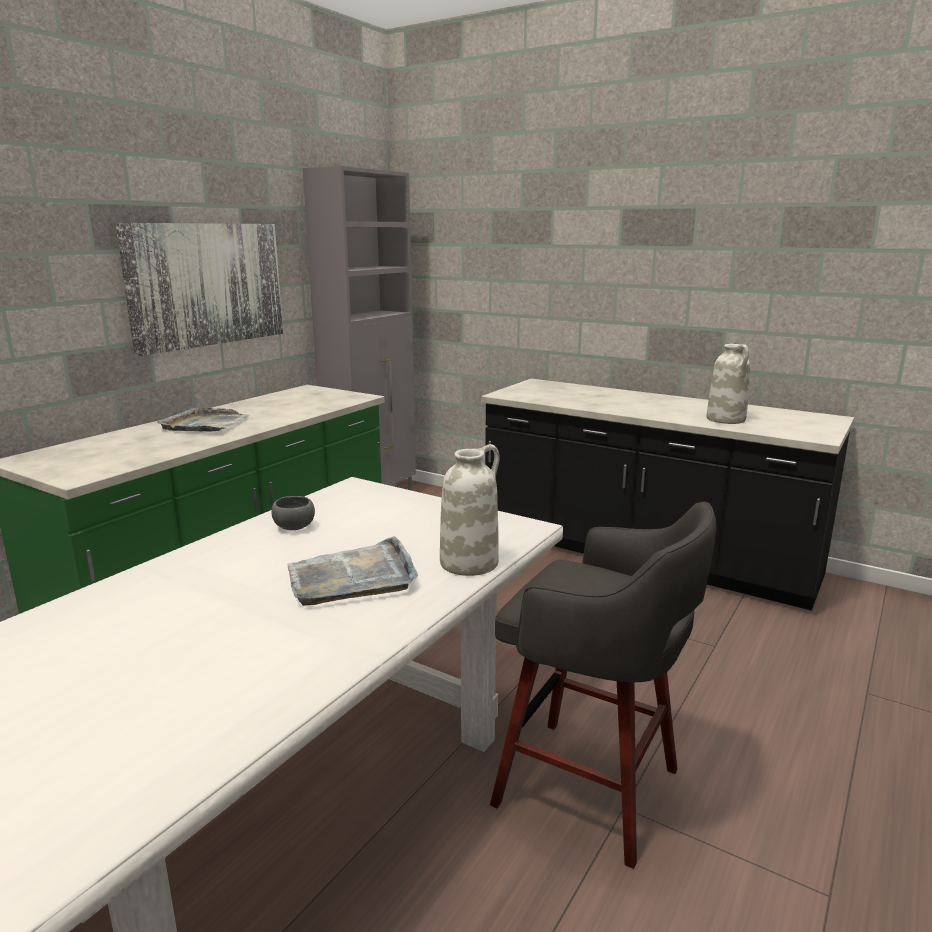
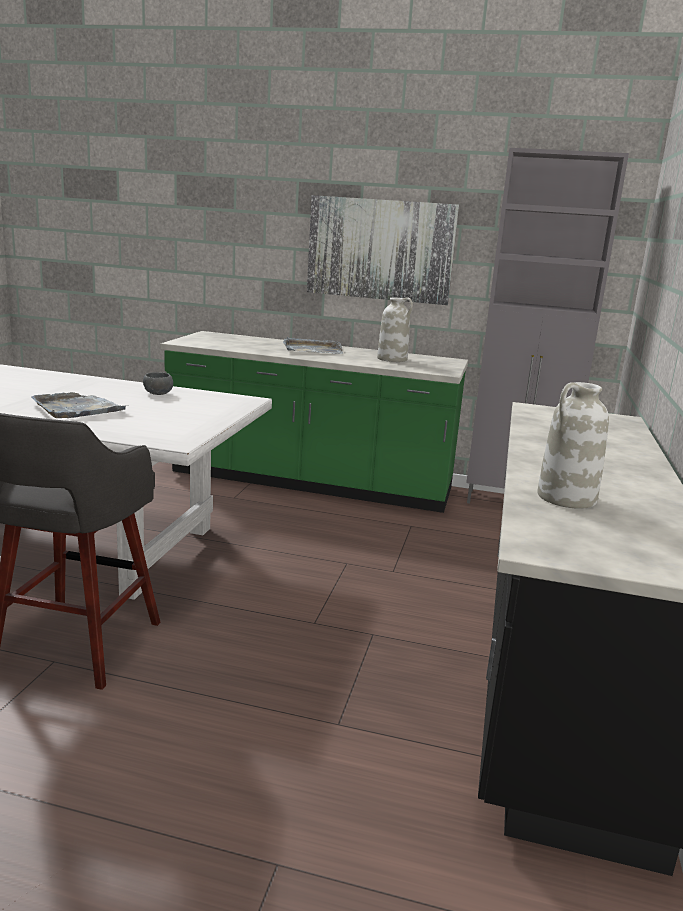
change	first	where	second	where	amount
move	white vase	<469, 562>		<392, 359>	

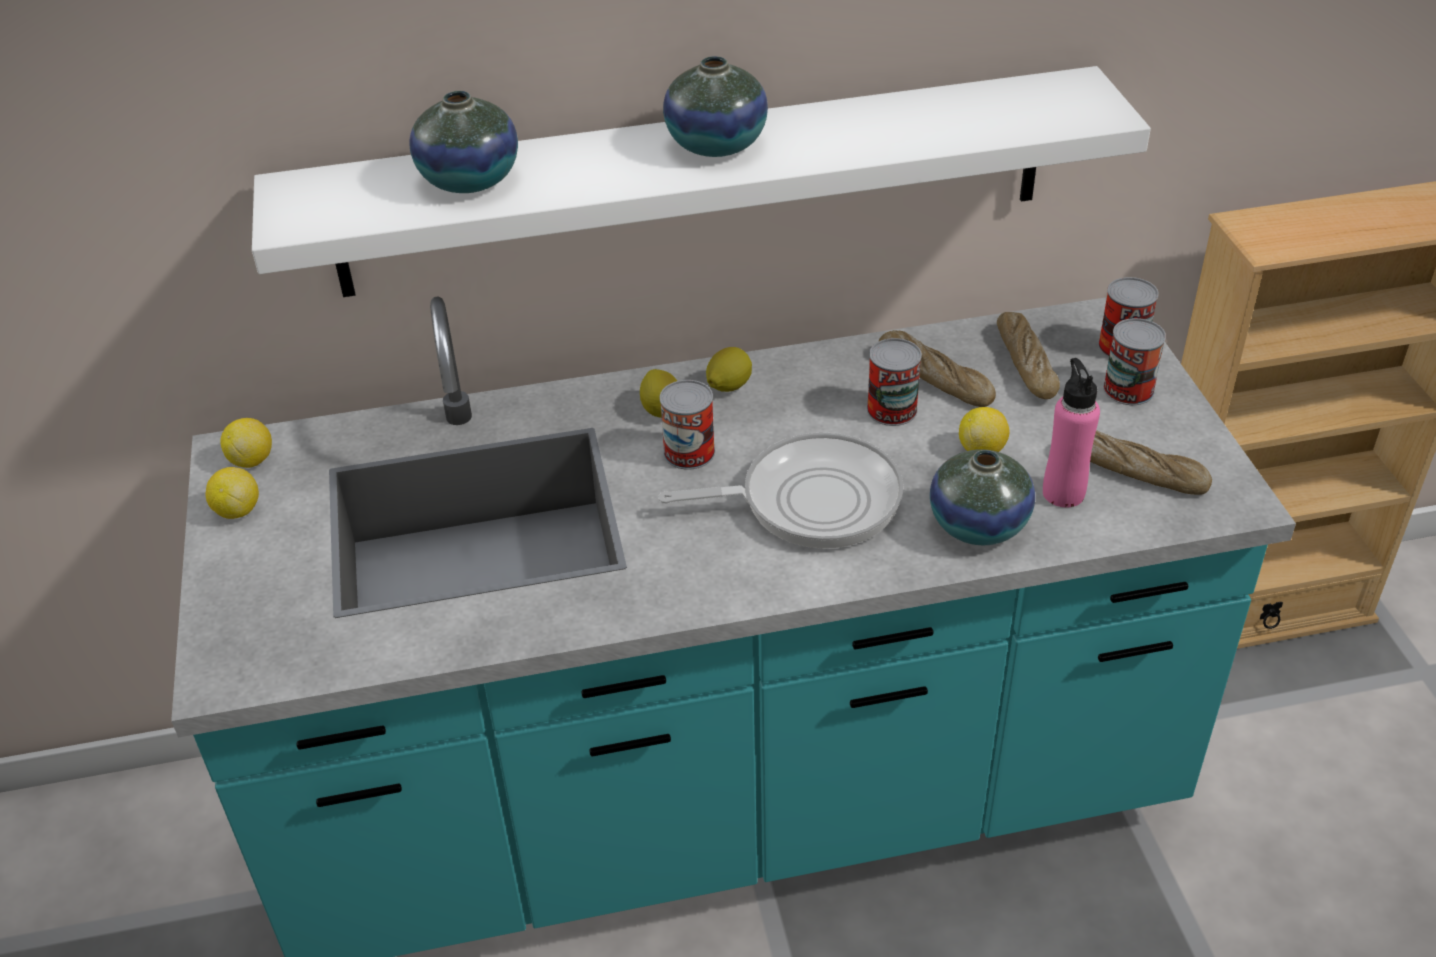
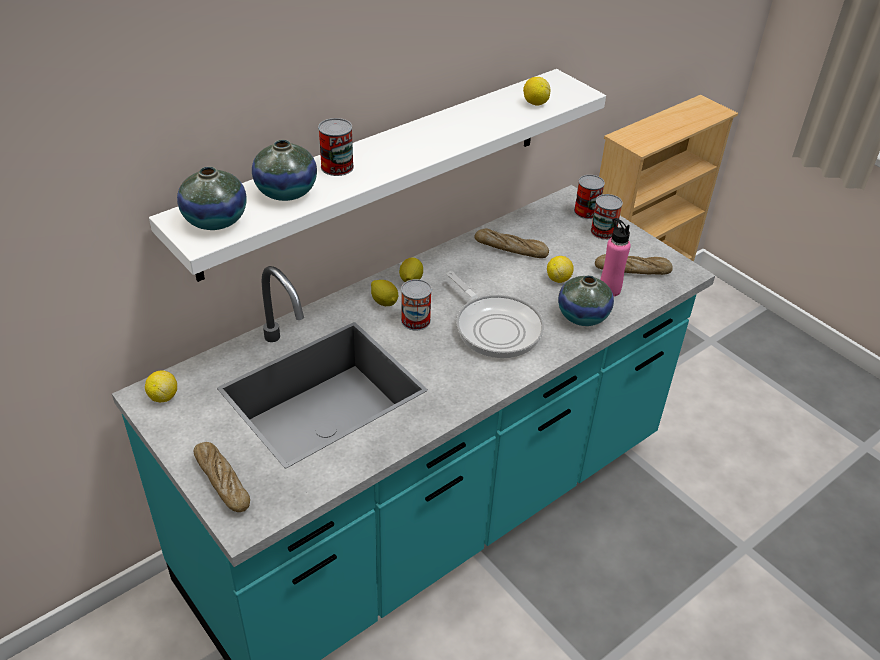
change	first	where	second	where	amount
move	lemon	<237, 510>		<535, 103>	
rotate	frying pan	<810, 500>		<495, 327>	90 degrees clockwise
move	vase	<716, 144>		<215, 220>	
move	can	<892, 409>		<337, 167>	
move	bread	<1025, 364>		<222, 481>	

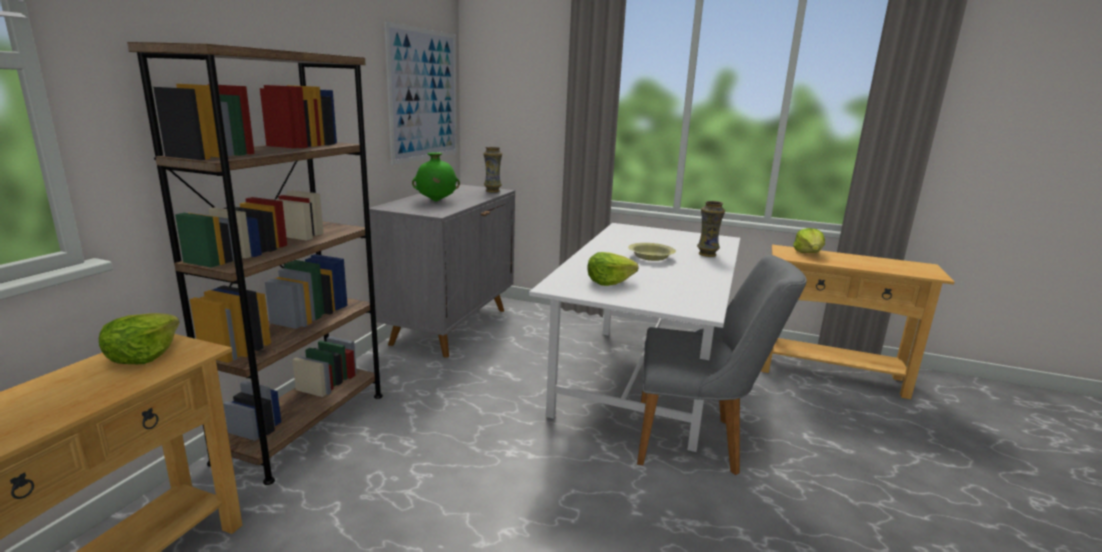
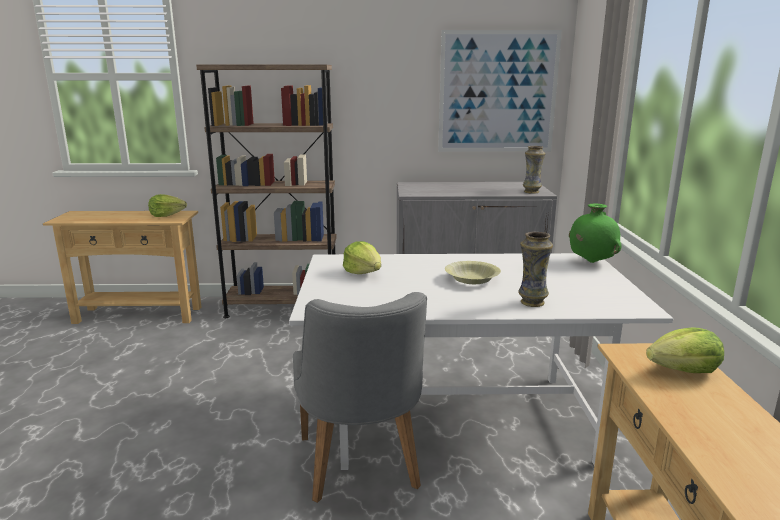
change	first	where	second	where	amount
move	green vase	<436, 201>		<591, 262>	

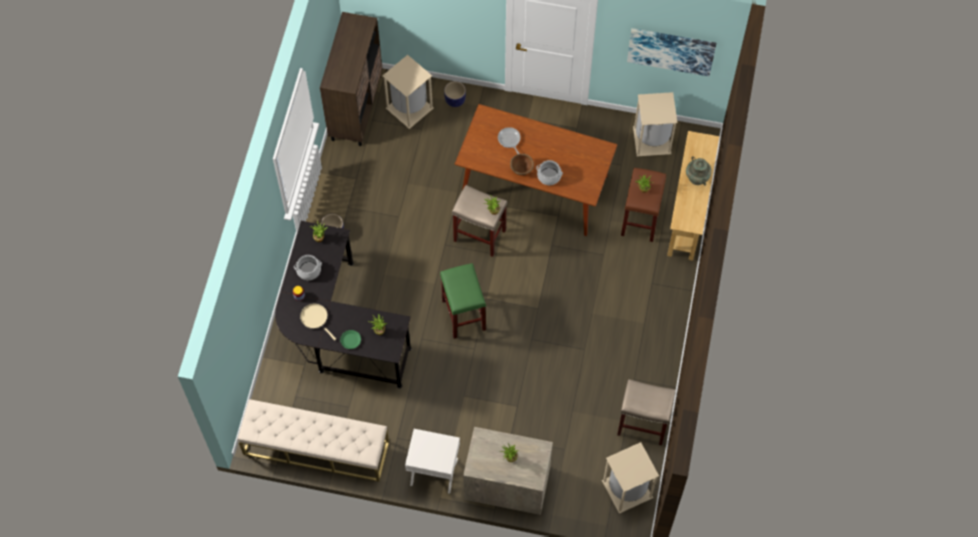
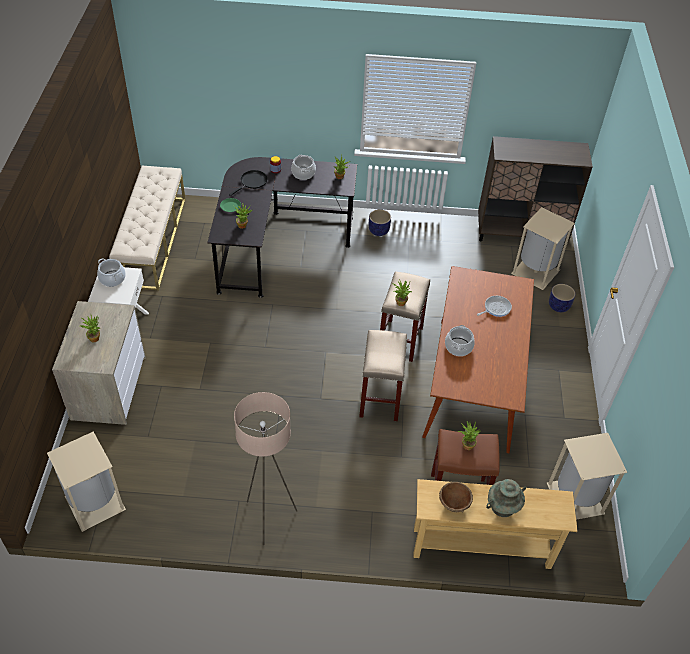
change	first	where	second	where	amount
recolor	beige frying pan	<315, 318>	black frying pan	<252, 182>	
delete	green stool	<464, 315>			
move	brown bowl	<522, 169>		<454, 505>	
move	beige stool	<642, 424>		<380, 398>	
delete	picture	<671, 50>			
insert			cooking pot	<112, 279>	
insert			beige floor lamp	<269, 518>	

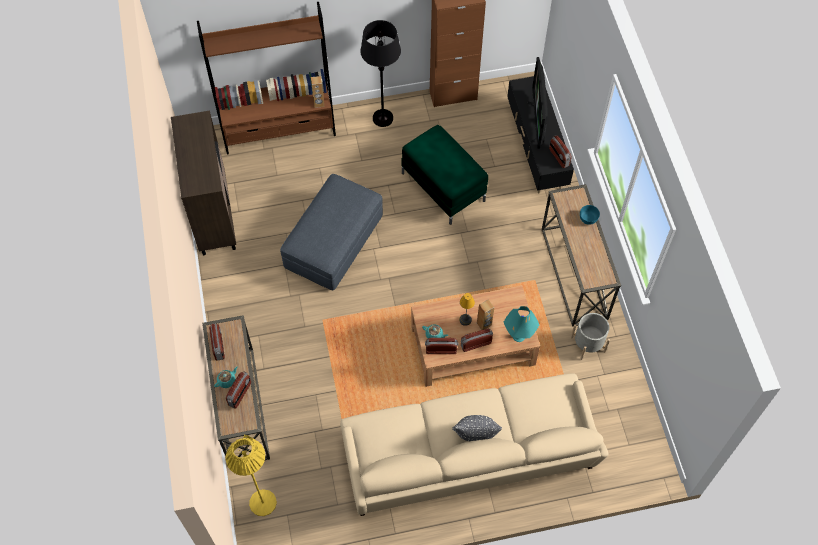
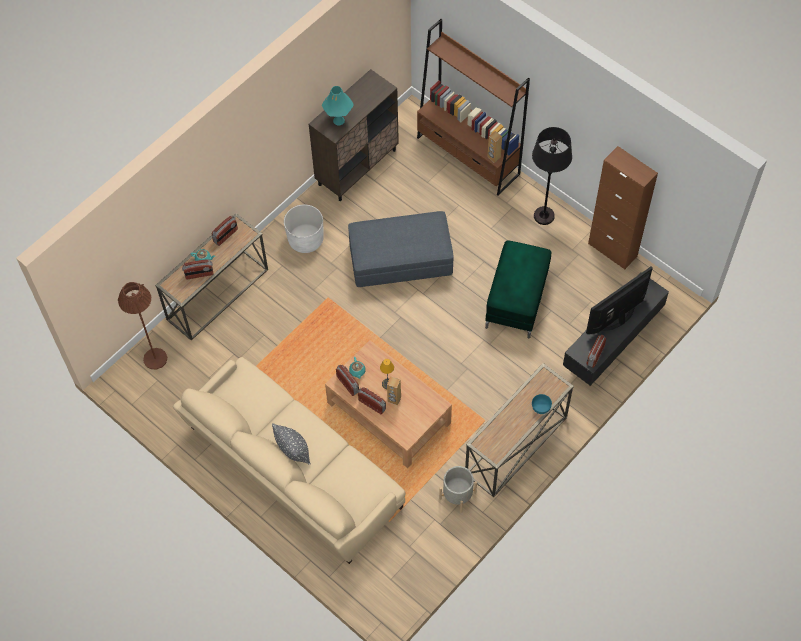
change	first	where	second	where	amount
recolor	yellow floor lamp	<263, 503>	brown floor lamp	<155, 359>	
move	turquoise table lamp	<518, 336>		<338, 120>	
insert			white planter	<305, 240>	

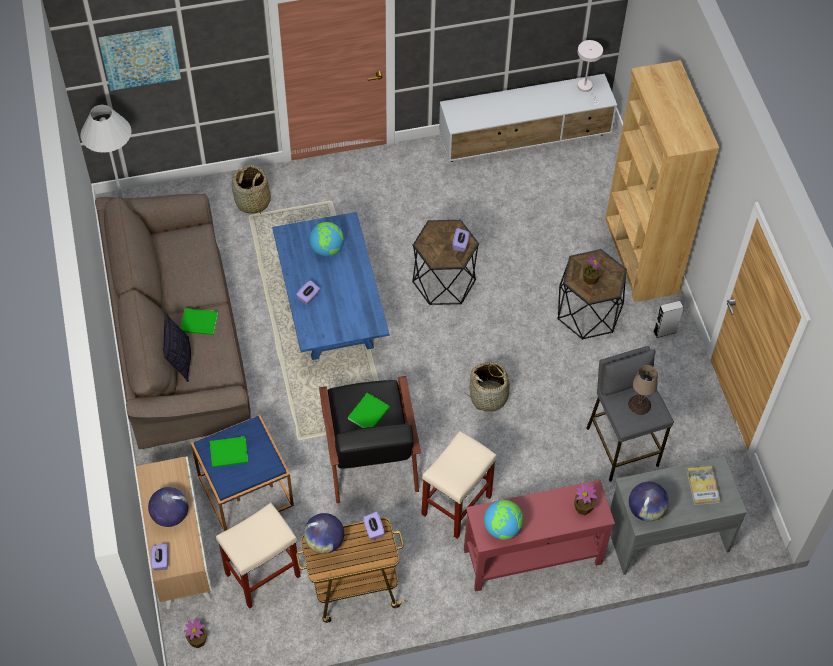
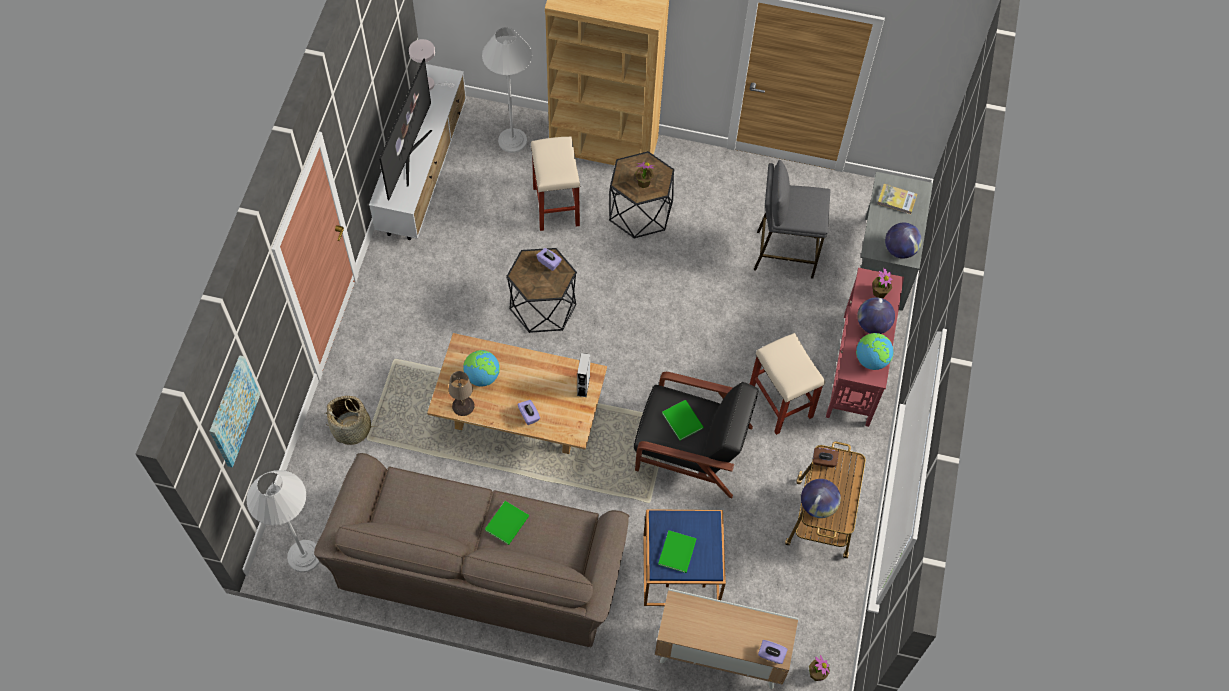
change	first	where	second	where	amount
move	globe	<170, 515>		<872, 324>	
delete	pillow	<180, 360>			
move	beige stool	<263, 574>		<555, 206>	
recolor	blue coffee table	<331, 308>	beige coffee table	<519, 413>	
recolor	purple tissue box	<373, 530>	brown tissue box	<824, 461>	
delete	basket	<489, 397>			
move	beige table lamp	<640, 405>		<463, 405>	
move	grey speaker	<664, 331>		<583, 386>	
insert			television	<409, 155>	
insert			white floor lamp	<512, 140>	

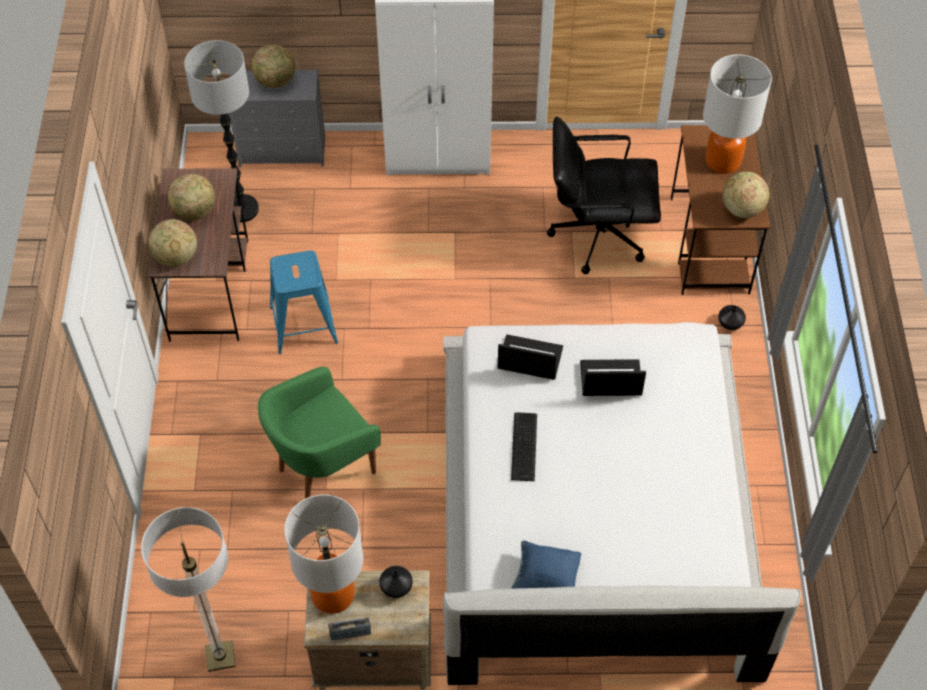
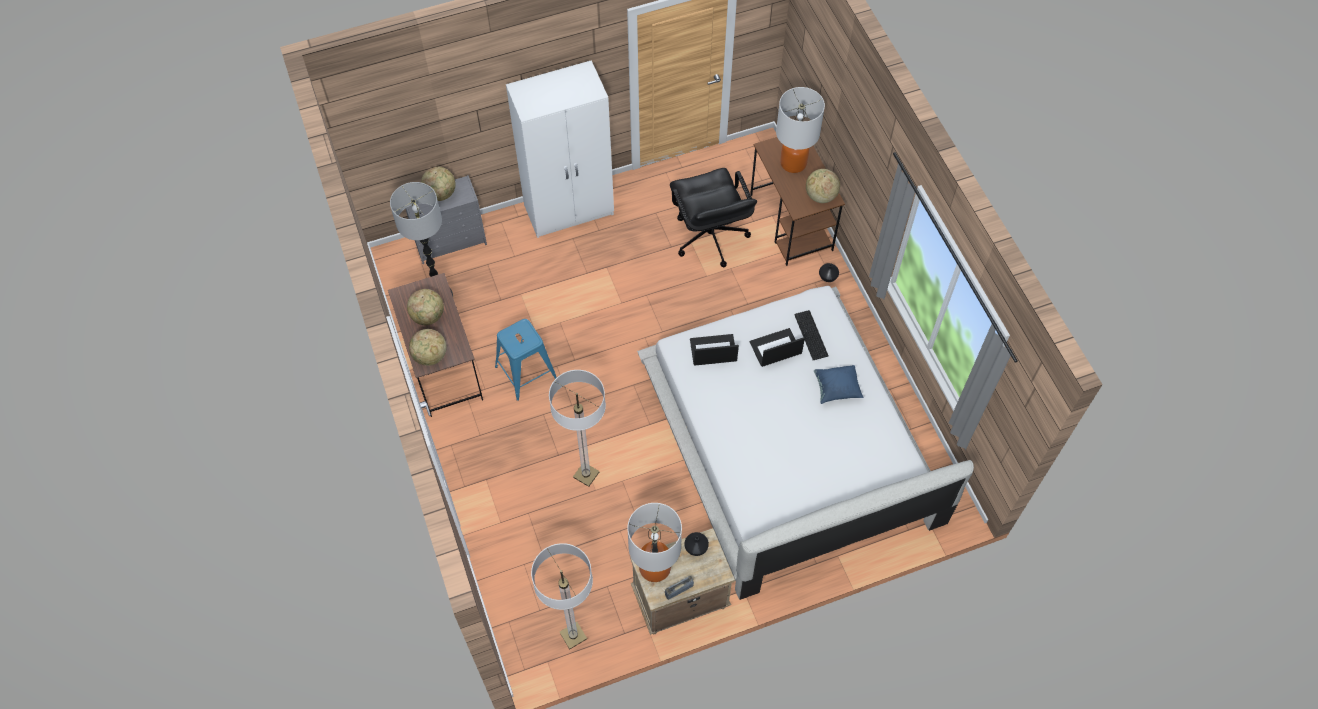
change	first	where	second	where	amount
replace	green armchair	<322, 467>	floor lamp	<586, 475>	
move	keyboard	<522, 447>		<810, 336>	
move	blue pillow	<546, 577>		<836, 389>	
rotate	black office chair	<597, 235>		<710, 238>	90 degrees counterclockwise

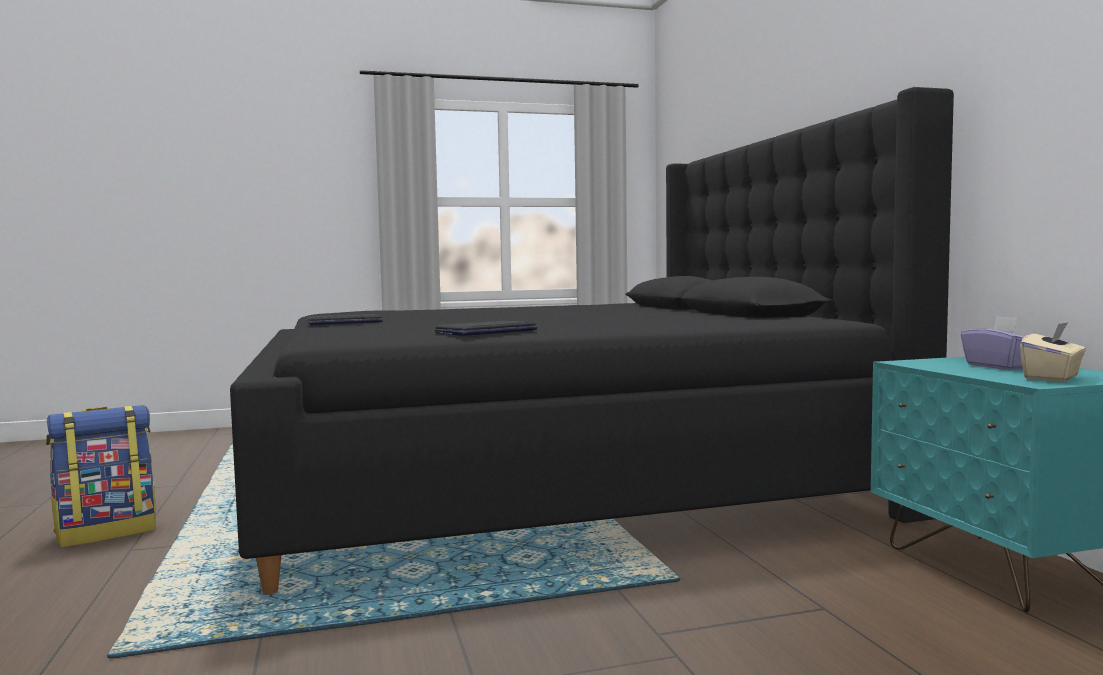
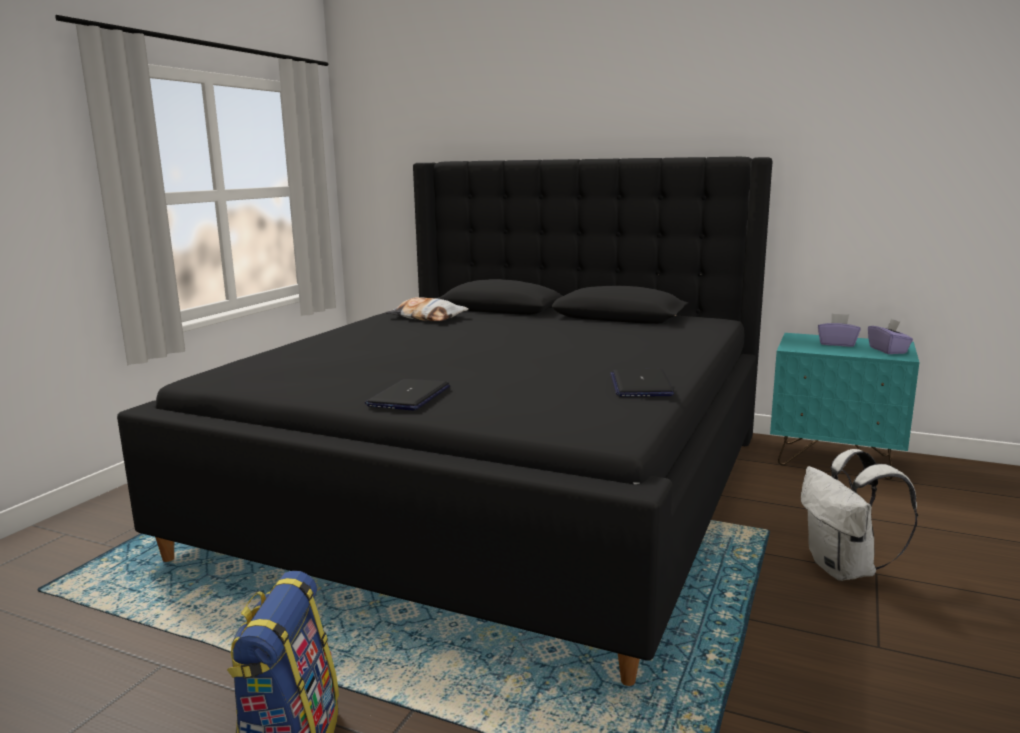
change	first	where	second	where	amount
recolor	beige tissue box	<1052, 378>	purple tissue box	<888, 350>	
insert			pillow	<427, 317>	
insert			white backpack	<845, 570>	

